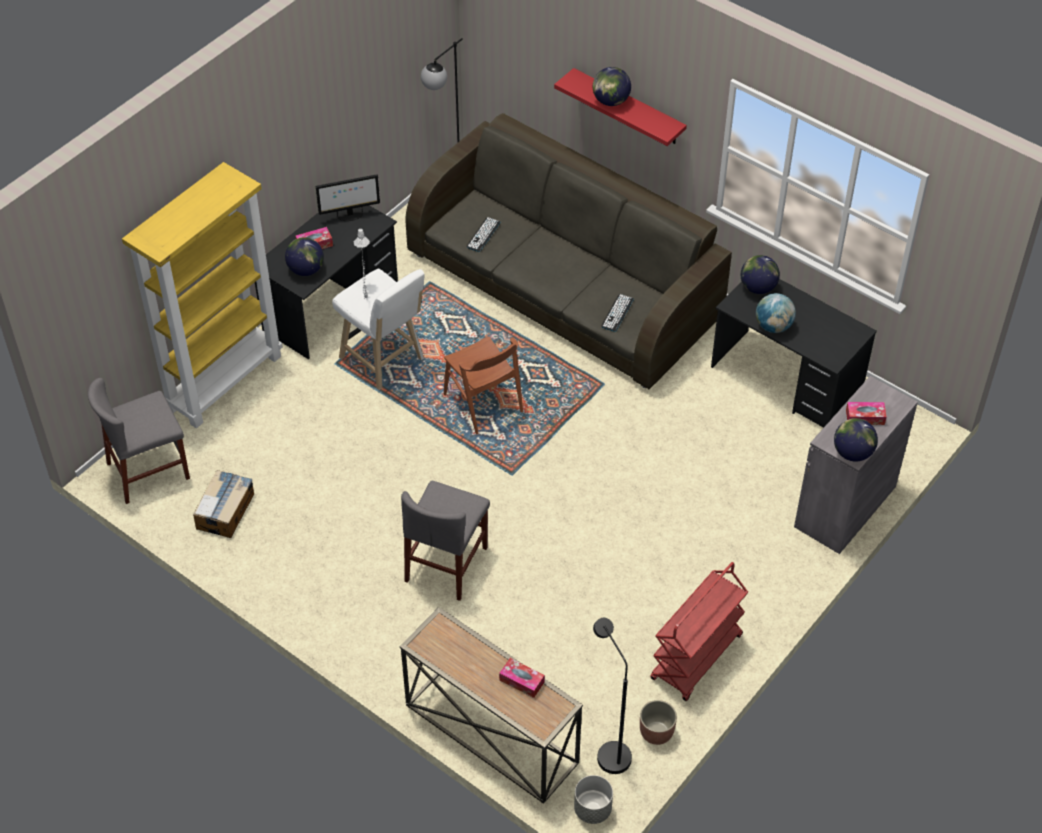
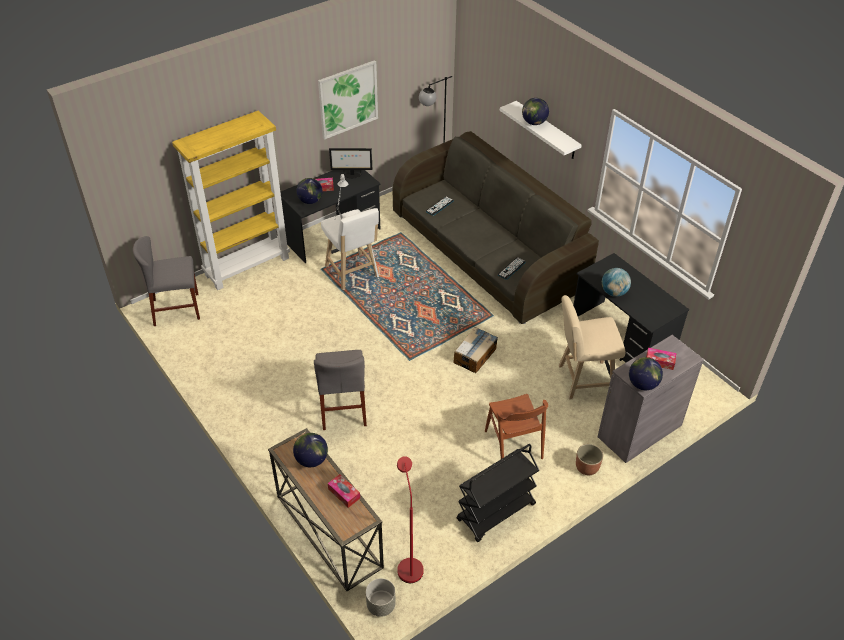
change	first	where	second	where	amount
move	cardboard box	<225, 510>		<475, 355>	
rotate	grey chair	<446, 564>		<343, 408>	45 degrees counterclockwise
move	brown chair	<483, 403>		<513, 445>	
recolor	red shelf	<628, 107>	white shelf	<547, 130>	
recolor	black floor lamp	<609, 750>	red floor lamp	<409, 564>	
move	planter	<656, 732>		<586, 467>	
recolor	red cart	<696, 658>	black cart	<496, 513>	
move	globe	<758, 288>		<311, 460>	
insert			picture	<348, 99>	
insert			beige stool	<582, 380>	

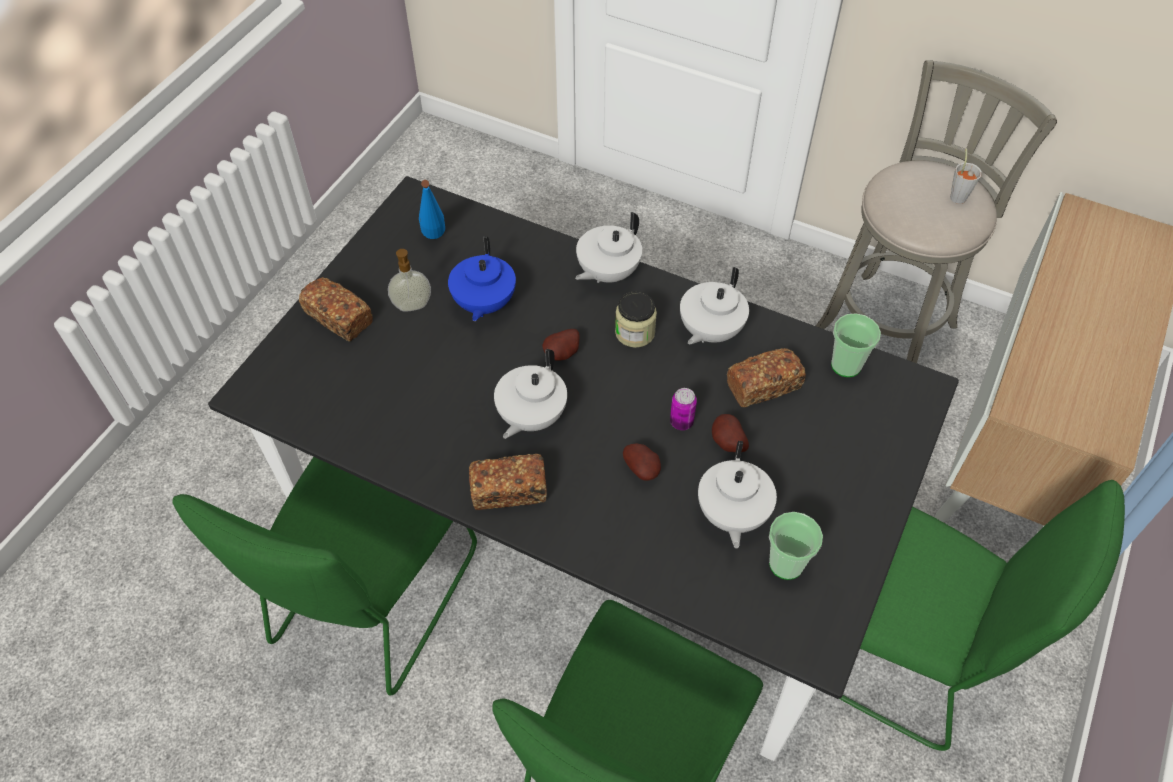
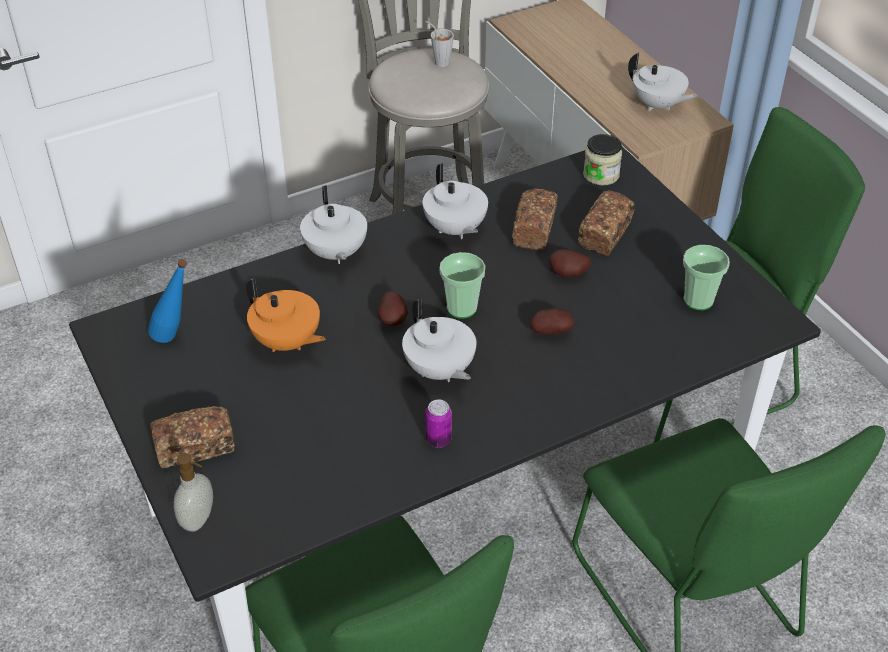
change	first	where	second	where	amount
move	soap dispenser	<412, 306>		<199, 519>	
recolor	blue teapot	<483, 304>	orange teapot	<287, 342>	
move	bread	<509, 491>		<605, 234>	
move	jar	<635, 332>		<601, 175>	
move	can	<681, 422>		<438, 440>	
move	white teapot	<731, 514>		<657, 105>	
move	cup	<846, 365>		<461, 308>	

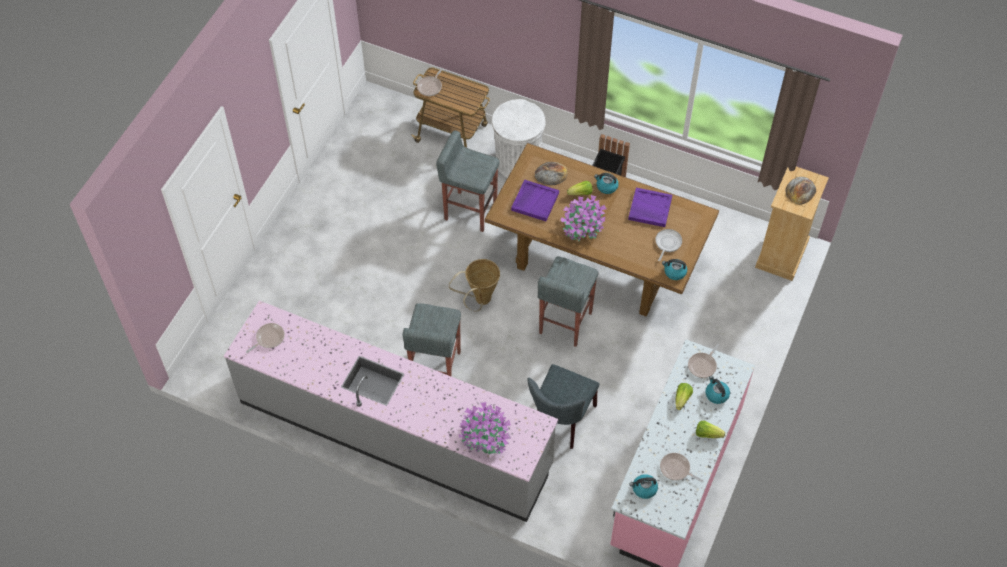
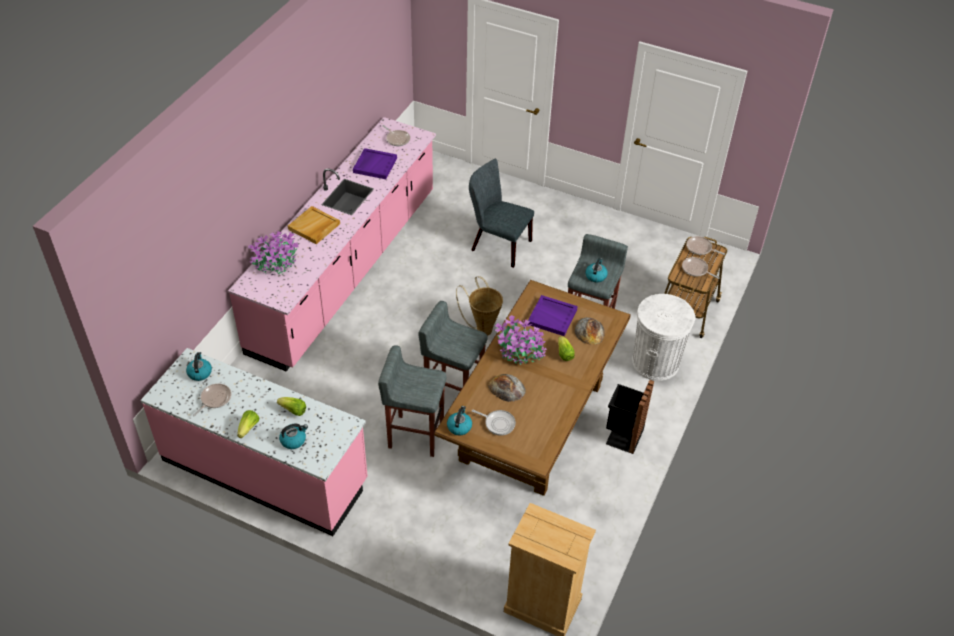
change	first	where	second	where	amount
recolor	grey counter	<395, 433>	pink counter	<346, 270>	
move	grey stool	<435, 368>		<415, 435>	
move	grey chair	<560, 421>		<497, 245>	
move	kettle	<606, 186>		<595, 276>	
move	purple tray	<649, 209>		<375, 165>	
move	frying pan	<703, 365>		<696, 270>	
move	bread	<800, 190>		<507, 388>	
insert			beige tray	<314, 227>	

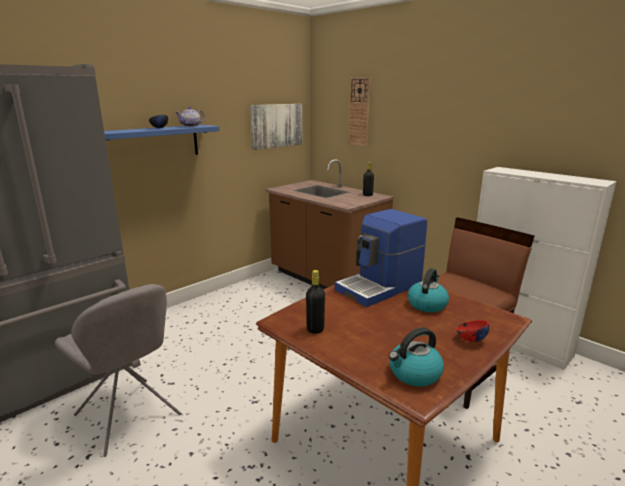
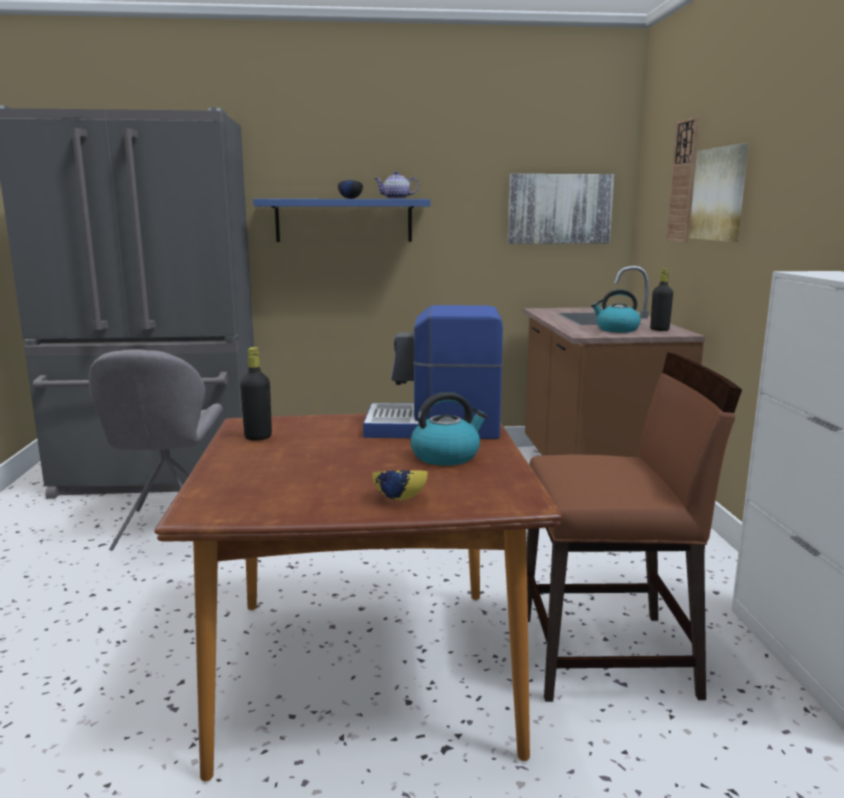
change	first	where	second	where	amount
move	kettle	<414, 374>		<616, 329>	
recolor	red bowl	<470, 339>	yellow bowl	<400, 498>	
insert			picture	<720, 194>	

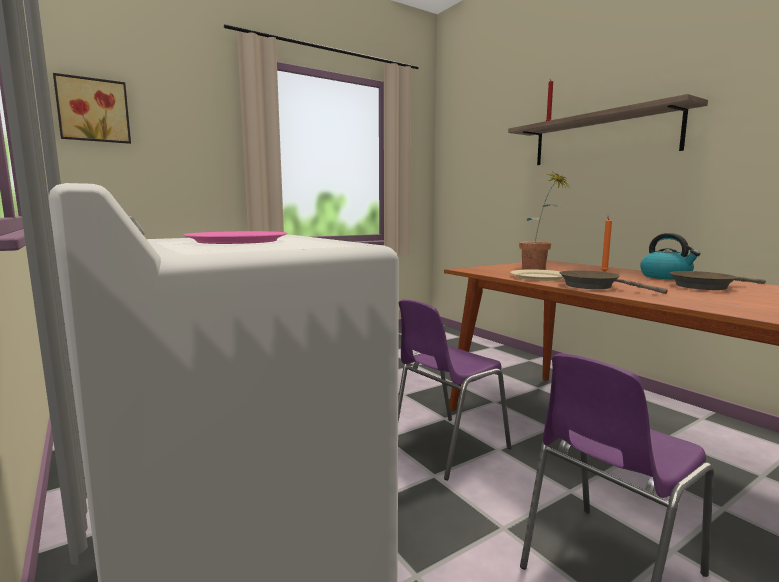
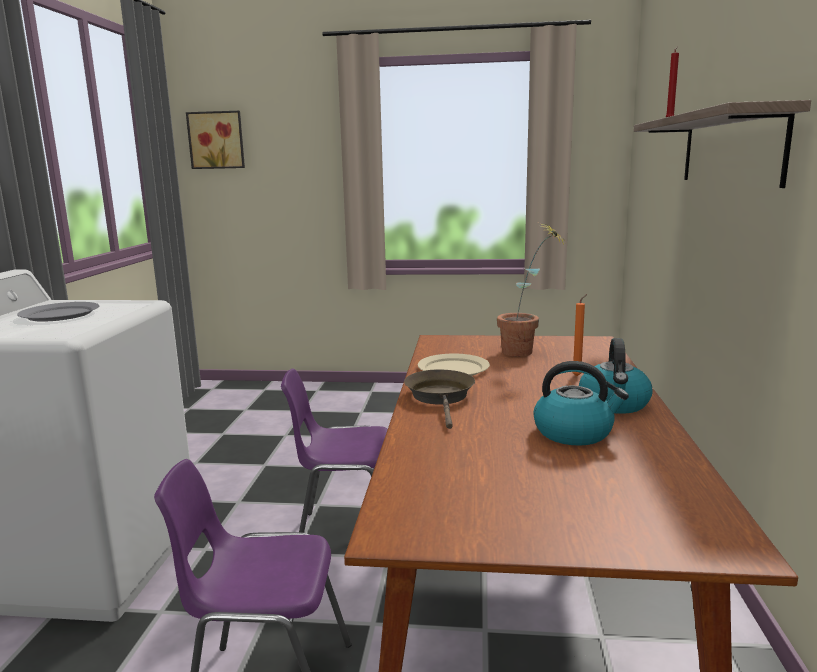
change	first	where	second	where	amount
recolor	pink plate	<237, 241>	grey plate	<59, 315>	
replace	brown frying pan	<705, 286>	kettle	<574, 432>	

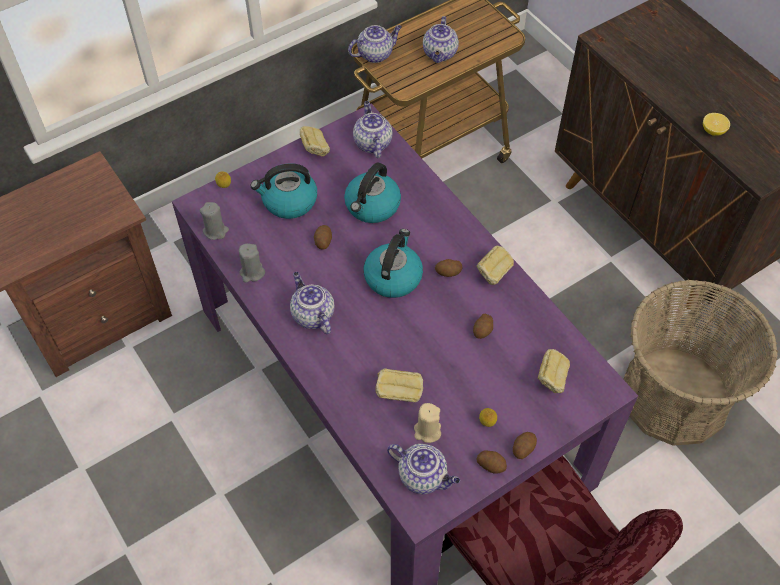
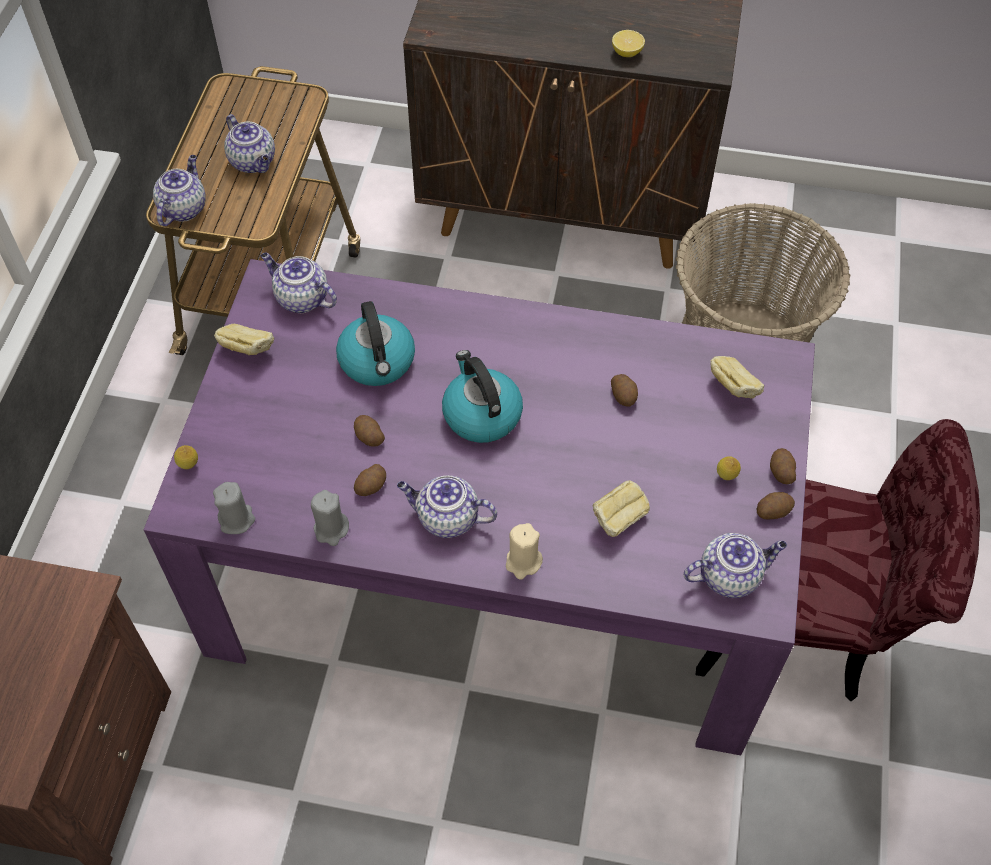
change	first	where	second	where	amount
delete	kettle	<288, 201>			
move	beige candle	<427, 431>		<523, 562>	
move	potato	<448, 272>		<371, 486>	
delete	bread	<493, 274>			

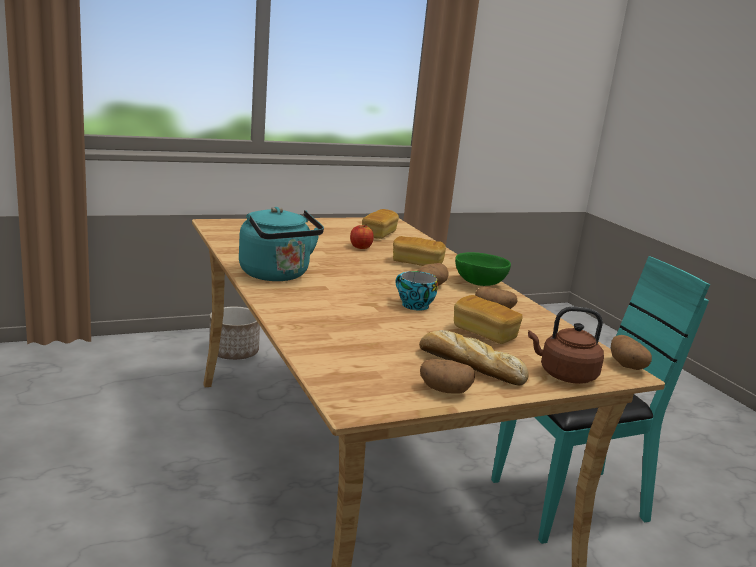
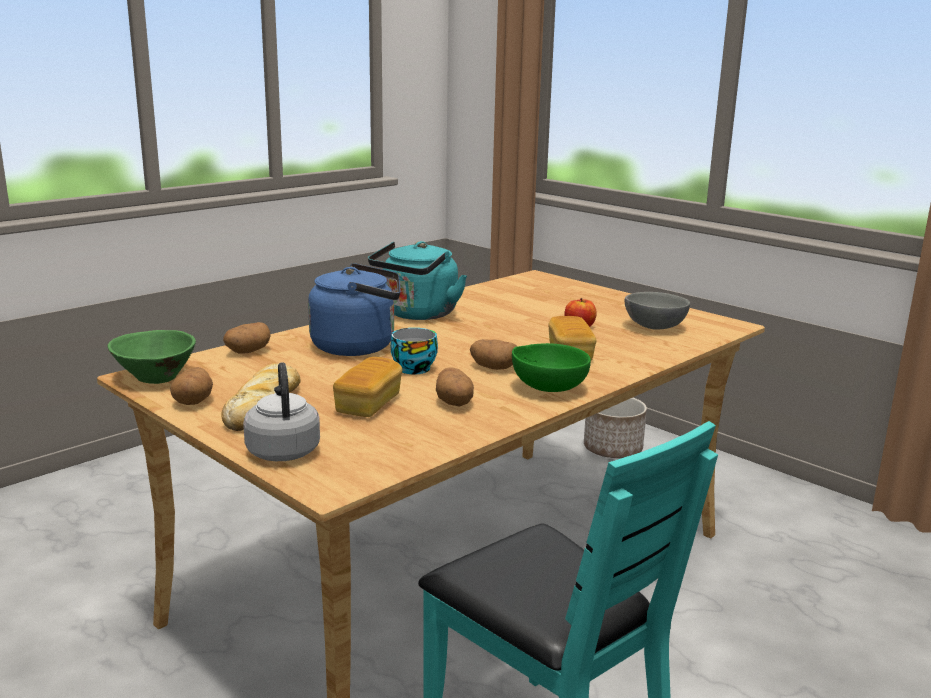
change	first	where	second	where	amount
replace	bread	<379, 234>	grey bowl	<652, 327>	
recolor	brown kettle	<564, 375>	grey kettle	<283, 450>	
move	potato	<628, 366>		<247, 352>	
insert			green bowl	<155, 377>	
insert			blue kettle	<359, 346>	

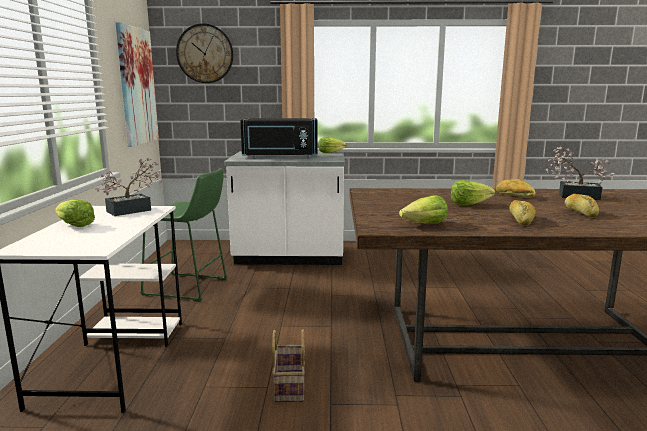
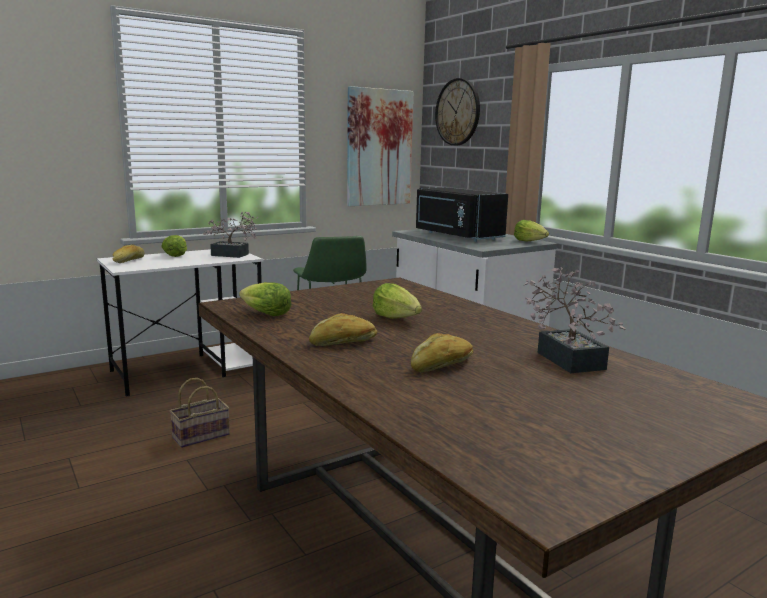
change	first	where	second	where	amount
move	bread	<514, 196>		<129, 261>	

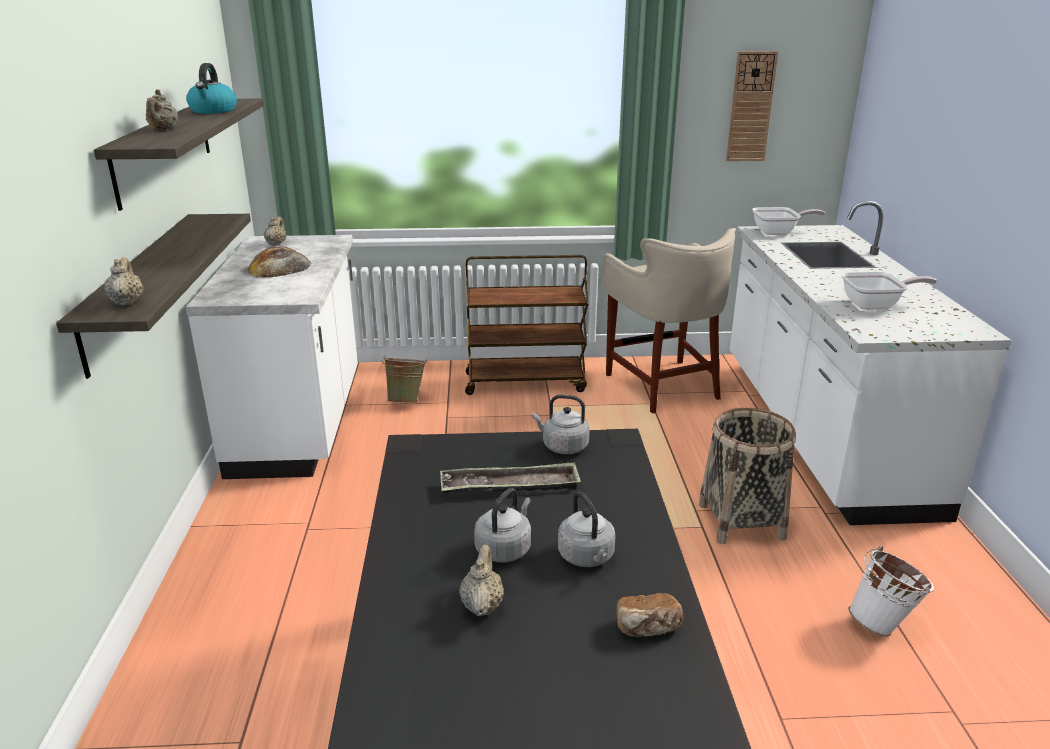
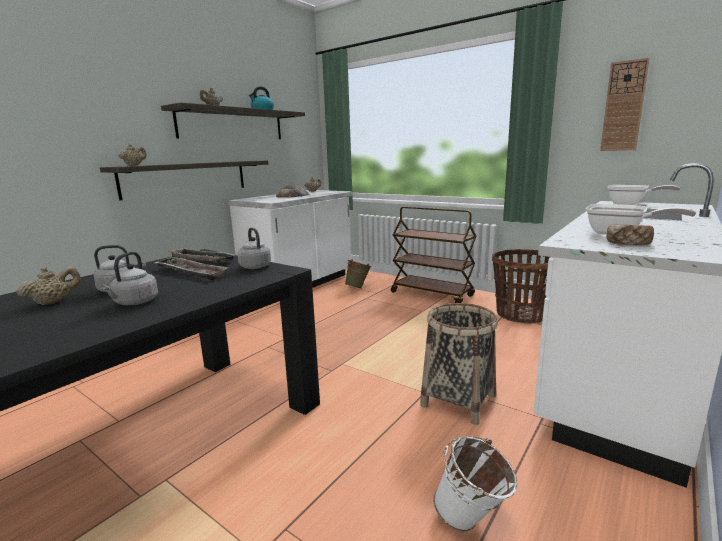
change	first	where	second	where	amount
replace	beige stool	<663, 385>	basket	<520, 315>	
move	bread	<648, 628>		<628, 243>	
insert			tray	<201, 259>	

